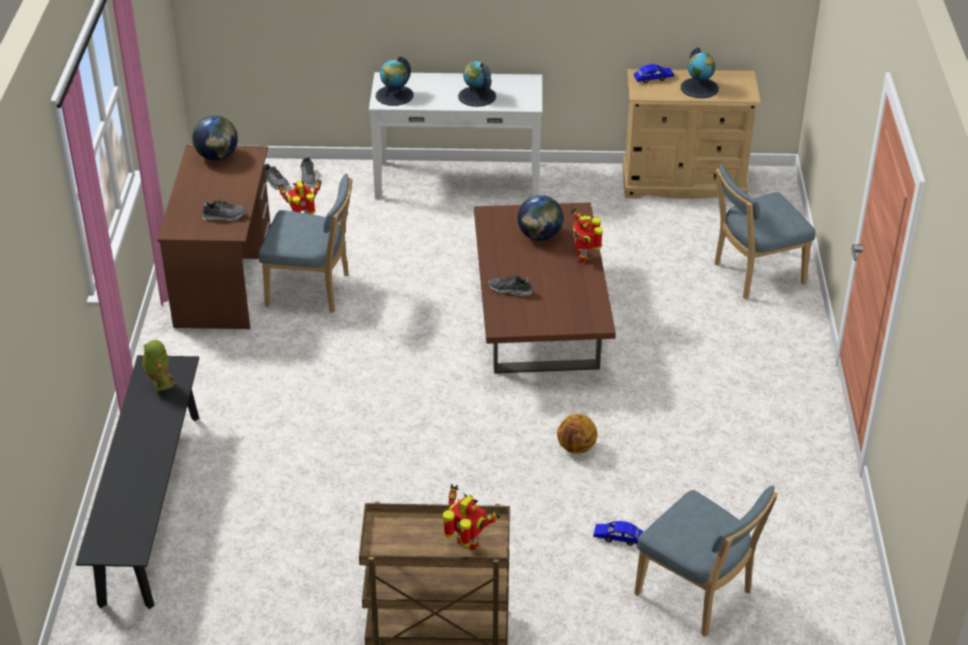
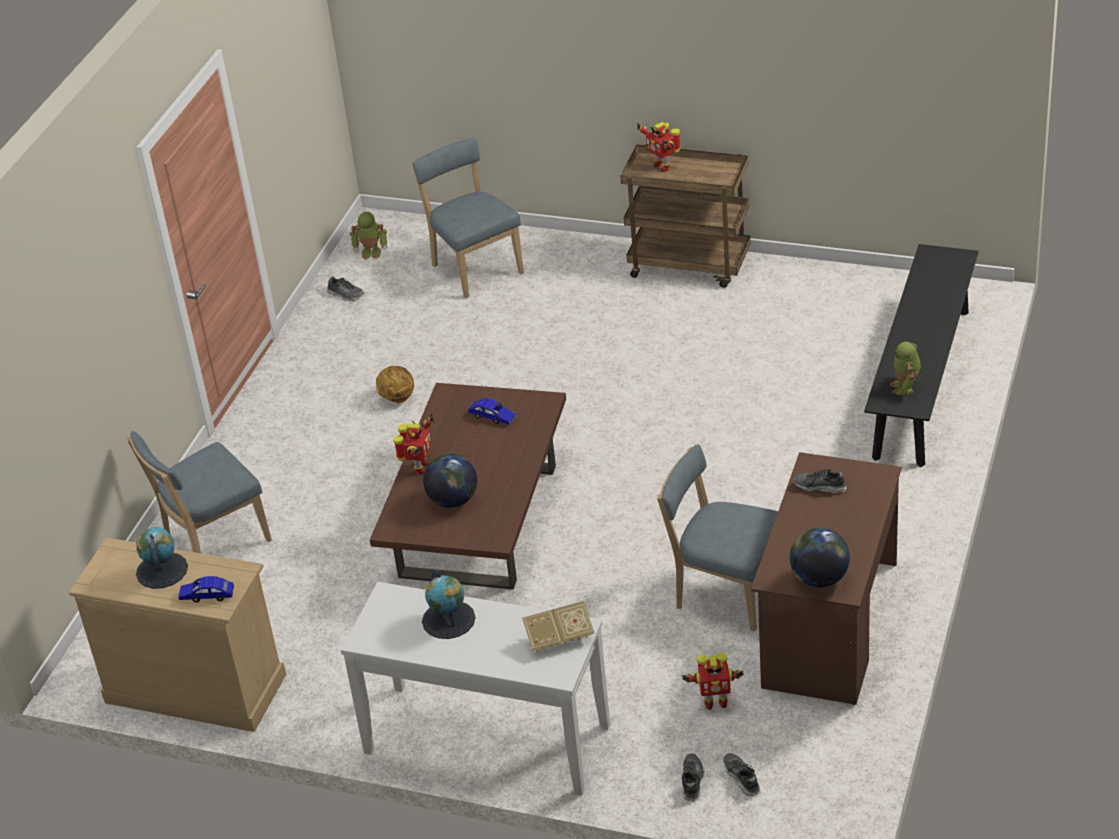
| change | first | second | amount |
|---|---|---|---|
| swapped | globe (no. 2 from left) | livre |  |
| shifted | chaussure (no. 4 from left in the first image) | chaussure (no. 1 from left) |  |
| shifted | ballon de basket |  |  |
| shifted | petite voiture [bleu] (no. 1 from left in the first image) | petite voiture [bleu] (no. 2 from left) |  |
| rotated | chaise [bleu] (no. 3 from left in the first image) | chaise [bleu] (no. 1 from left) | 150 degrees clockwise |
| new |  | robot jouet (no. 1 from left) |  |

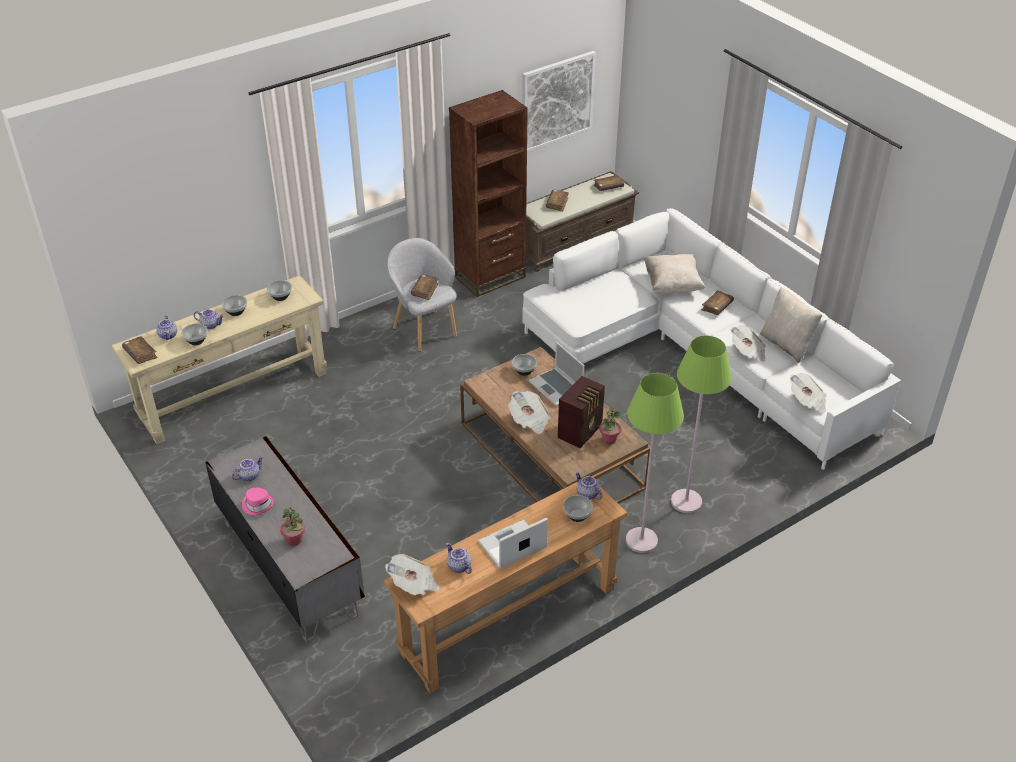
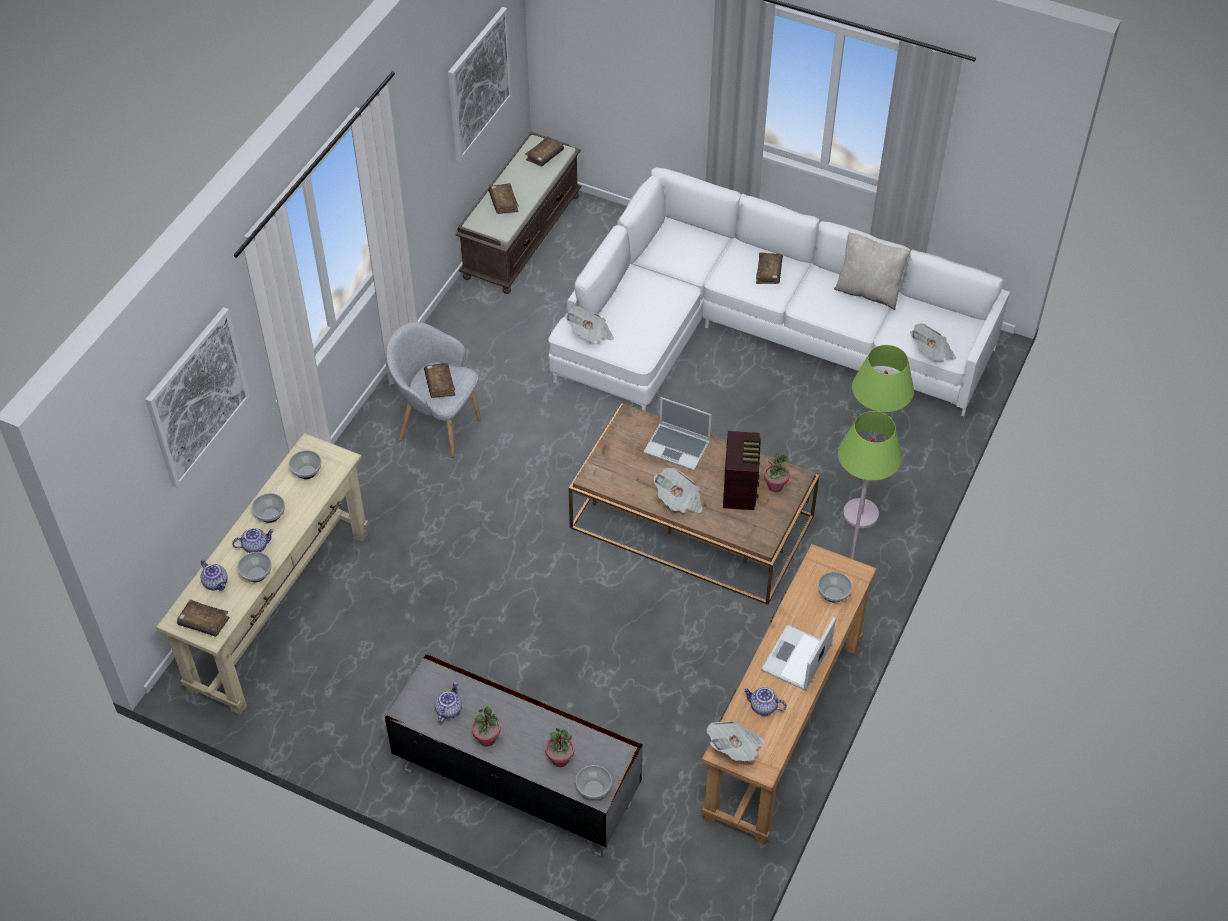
| change | first | second | amount |
|---|---|---|---|
| swapped | chapeau [rose] | plante en pot (no. 1 from left) |  |
| gone | bibliothèque [marron] |  |  |
| shifted | bol (no. 4 from left) |  |  |
| gone | théière (no. 5 from left) |  |  |
| gone | coussin [beige] (no. 1 from left) |  |  |
| shifted | journal (no. 3 from left in the first image) | journal (no. 1 from left) |  |
| new |  | tableau (no. 1 from left) |  |

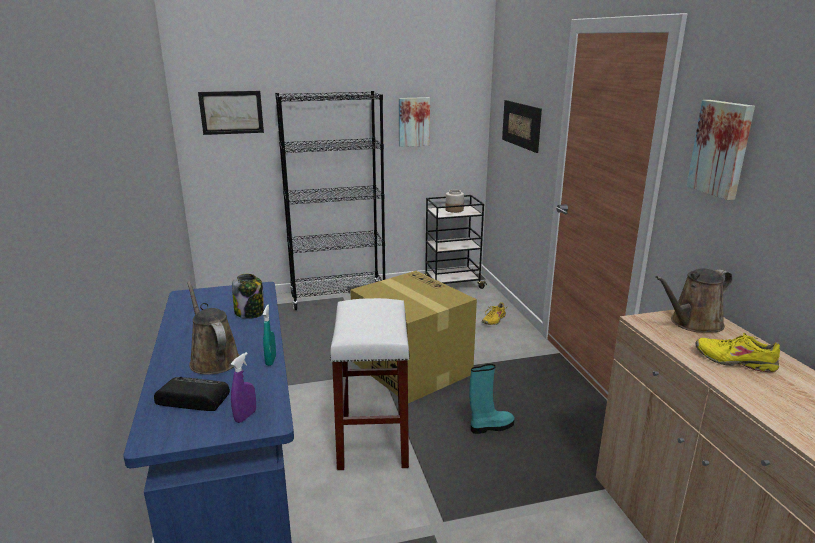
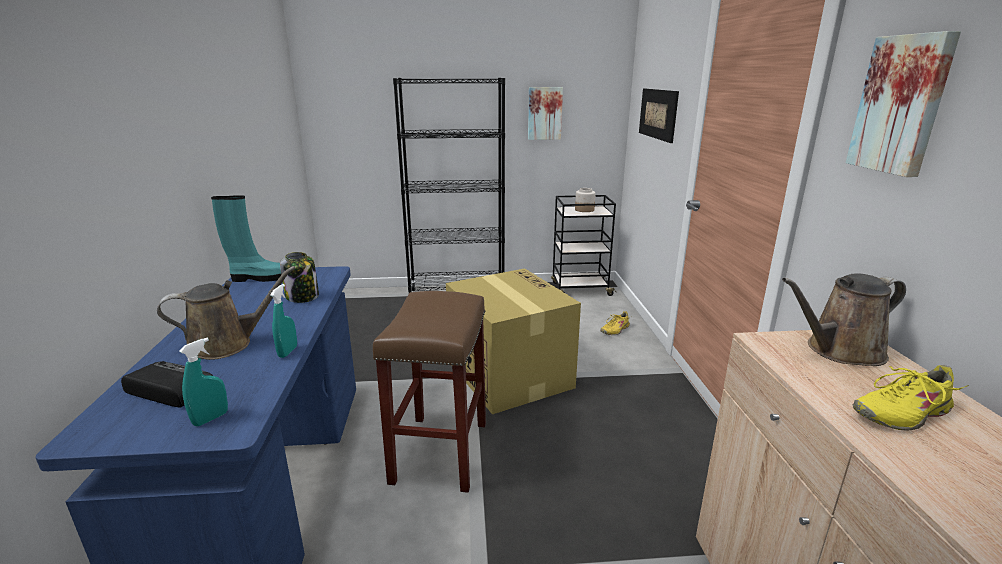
| change | first | second | amount |
|---|---|---|---|
| rotated | arrosoir [marron] (no. 1 from left) |  | 90 degrees clockwise |
| gone | tableau (no. 1 from left) |  |  |
| repainted | vaporisateur [violet] | vaporisateur [turquoise] (no. 1 from left) |  |
| repainted | tabouret [blanc] | tabouret [marron] |  |
| shifted | botte [turquoise] |  |  |
| rotated | chaussure [jaune] (no. 2 from left) |  | 60 degrees counterclockwise |

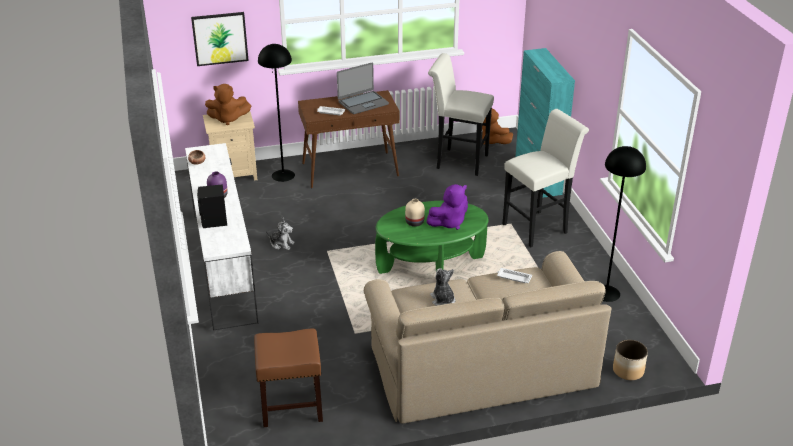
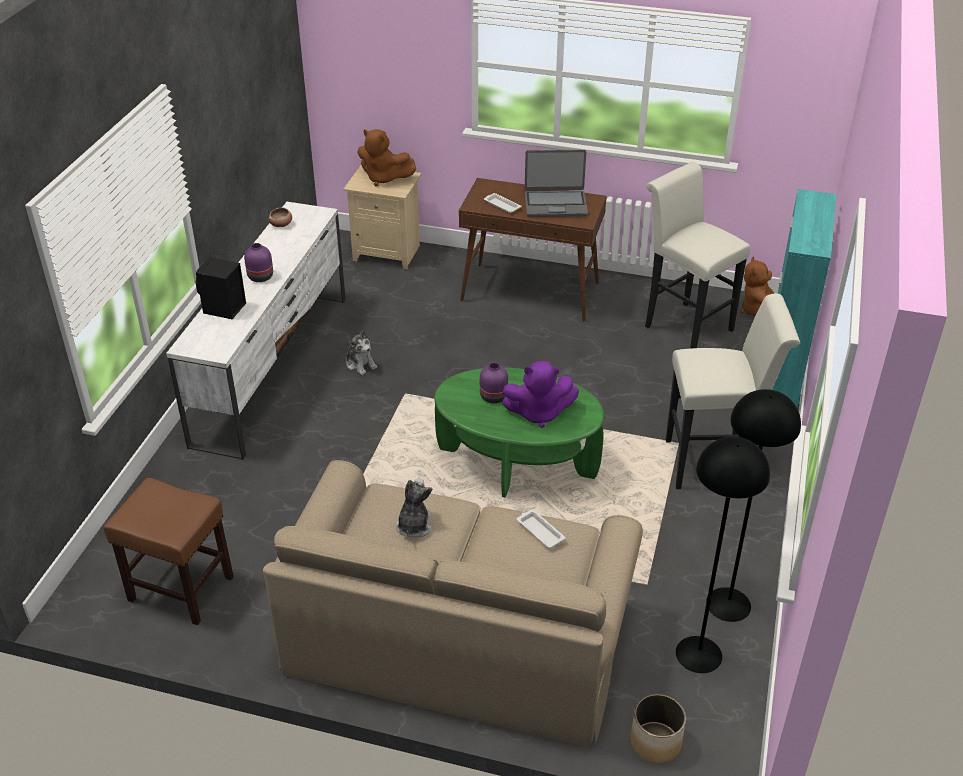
| change | first | second | amount |
|---|---|---|---|
| gone | tableau |  |  |
| shifted | lampadaire [noir] (no. 1 from left) |  |  |
| repainted | vase [beige] | vase [violet] (no. 2 from left) |  |

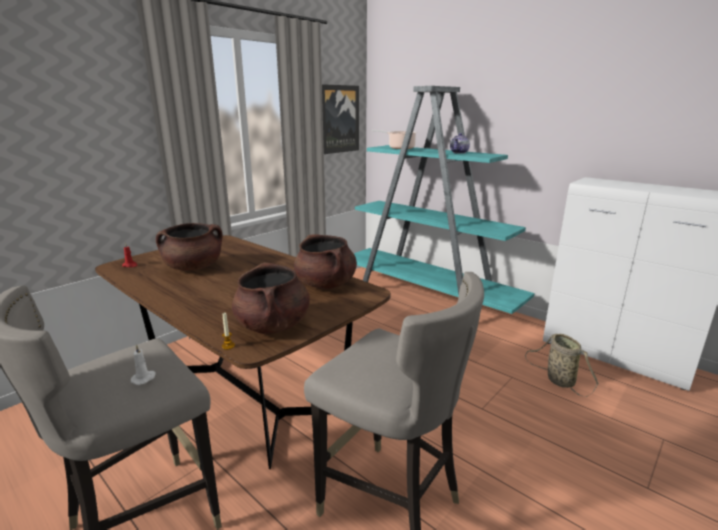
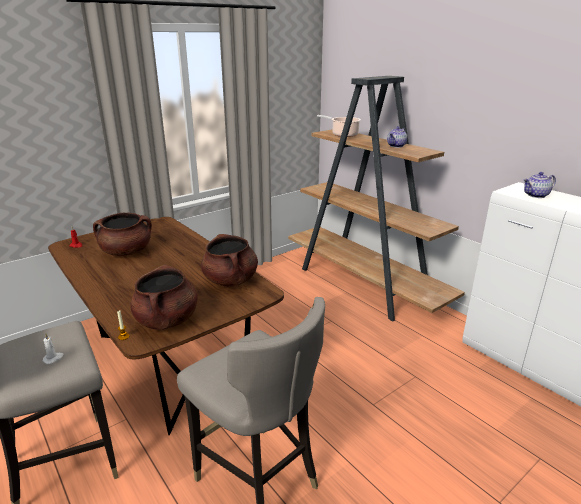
| change | first | second | amount |
|---|---|---|---|
| gone | tableau |  |  |
| repainted | bibliothèque [turquoise] | bibliothèque [marron] |  |
| gone | panier |  |  |
| new |  | théière (no. 2 from left) |  |

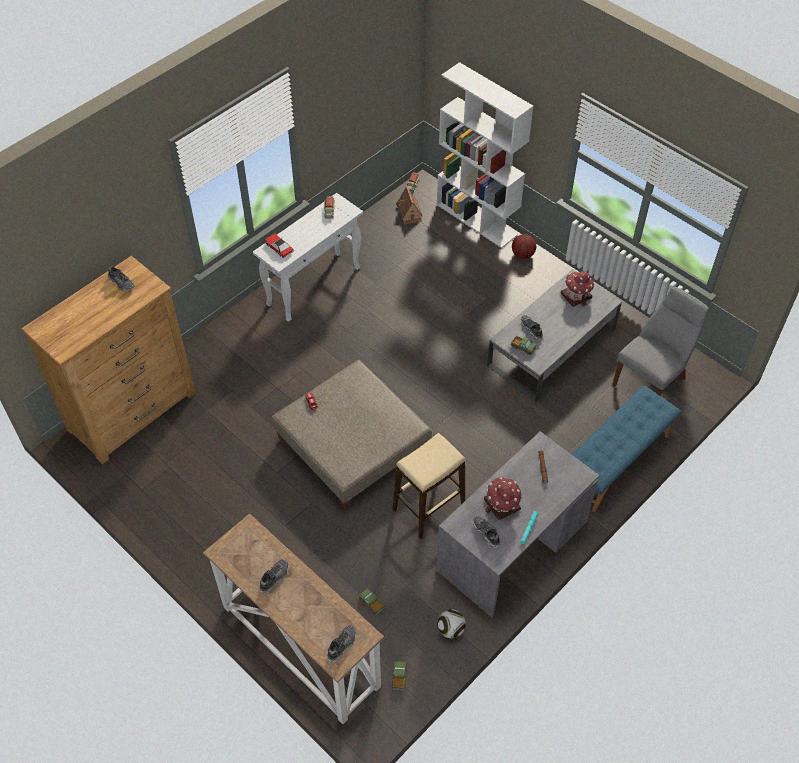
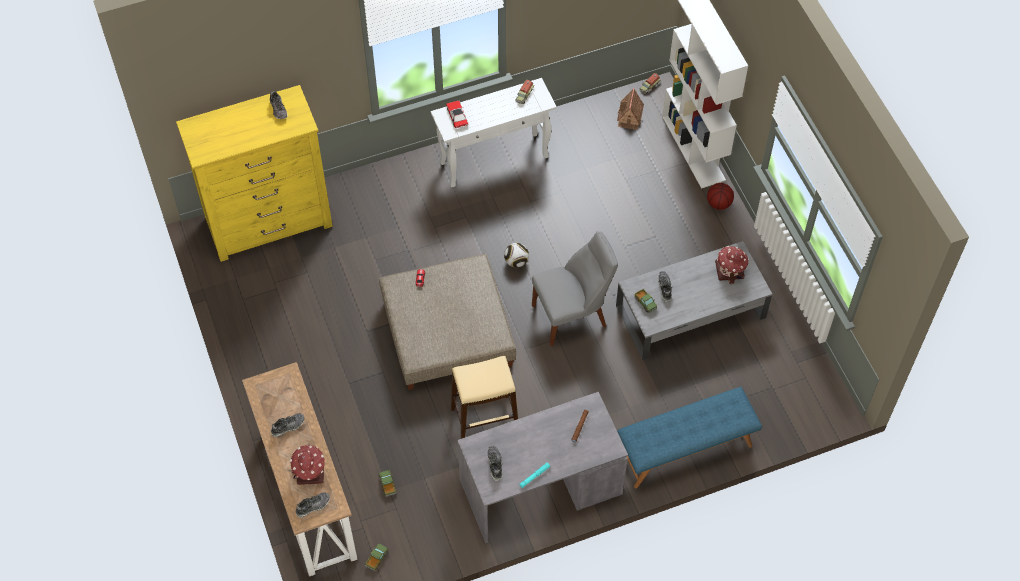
| change | first | second | amount |
|---|---|---|---|
| repainted | commode [marron] | commode [jaune] |  |
| shifted | ballon de foot |  |  |
| shifted | maison miniature (no. 2 from left in the first image) | maison miniature (no. 1 from left) |  |
| shifted | chaise [gris] |  |  |

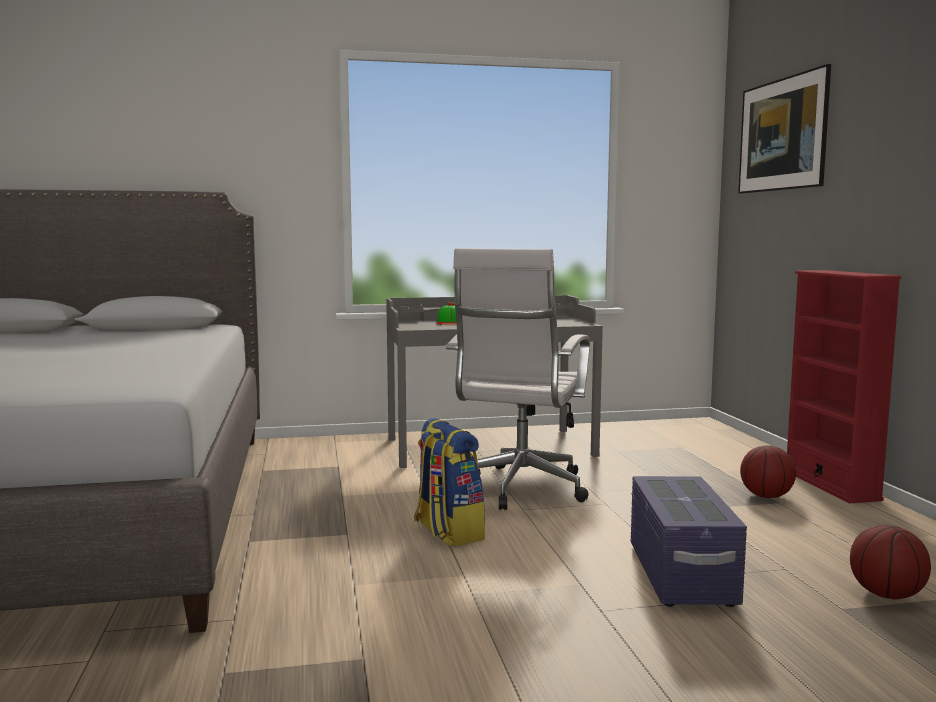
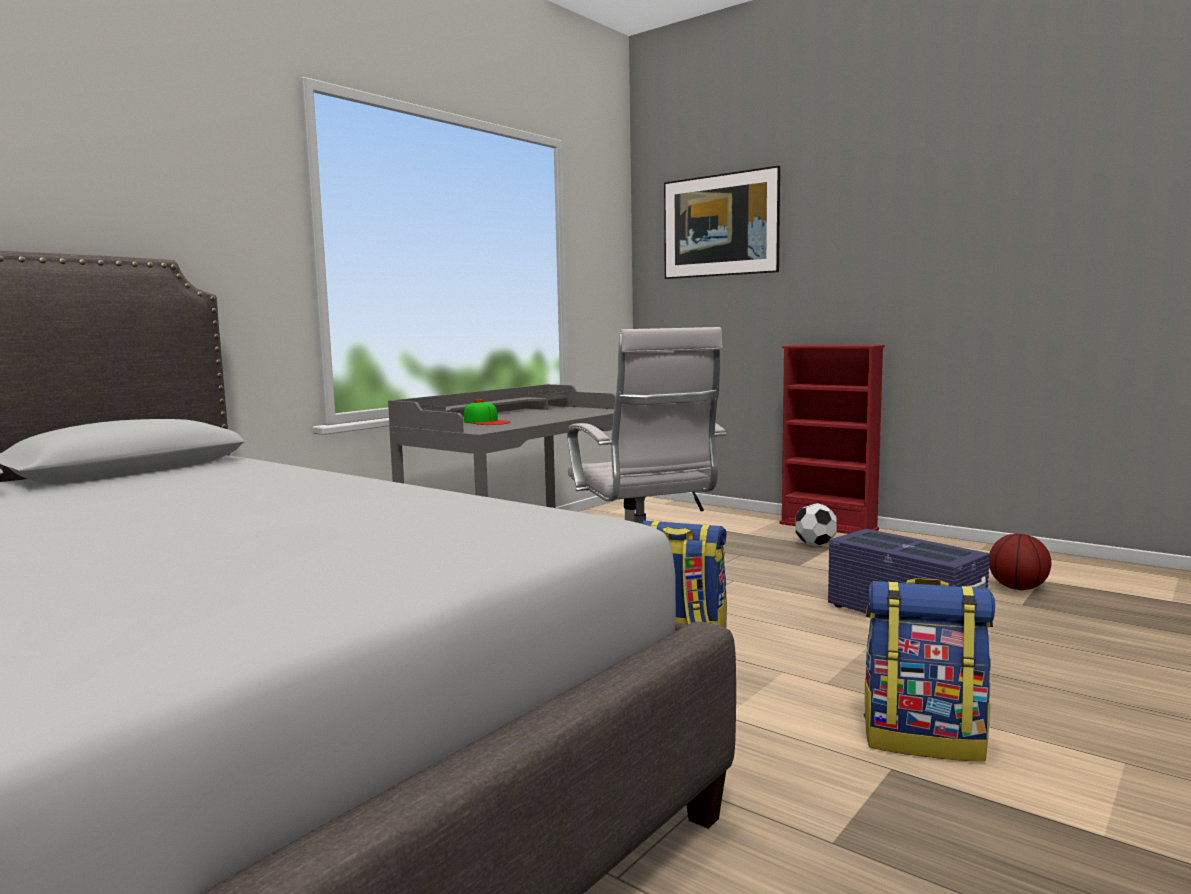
| change | first | second | amount |
|---|---|---|---|
| swapped | ballon de basket (no. 1 from left) | ballon de foot |  |
| new |  | sac à dos (no. 2 from left) |  |

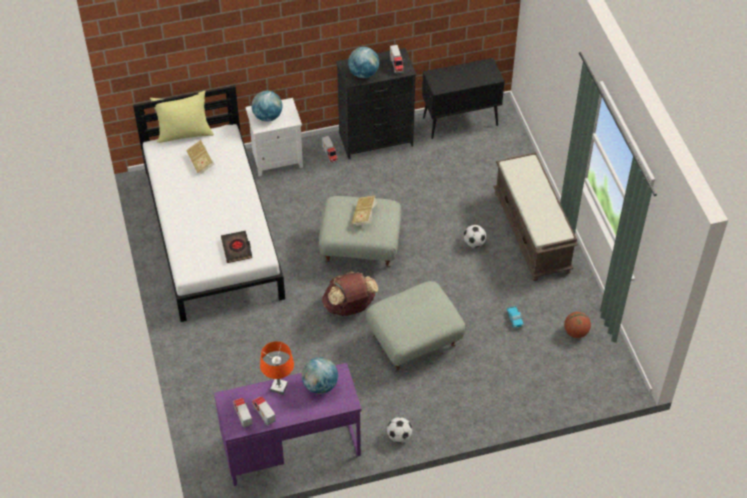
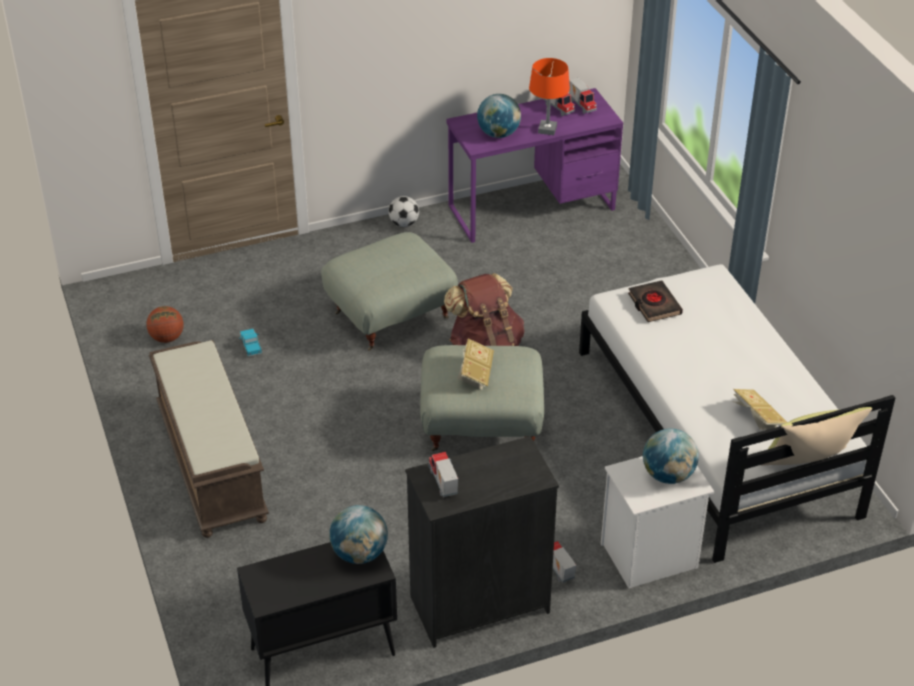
| change | first | second | amount |
|---|---|---|---|
| shifted | globe (no. 3 from left in the first image) | globe (no. 1 from left) |  |
| gone | ballon de foot (no. 2 from left) |  |  |

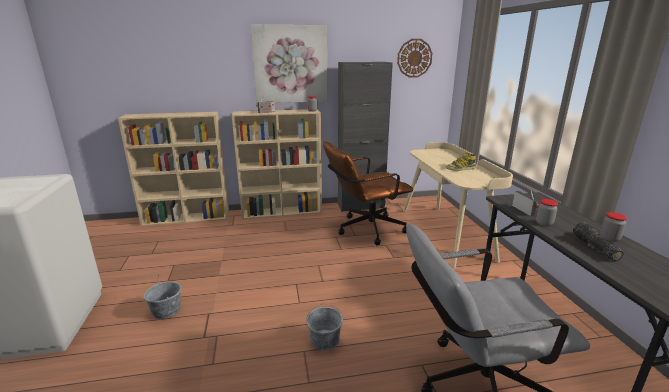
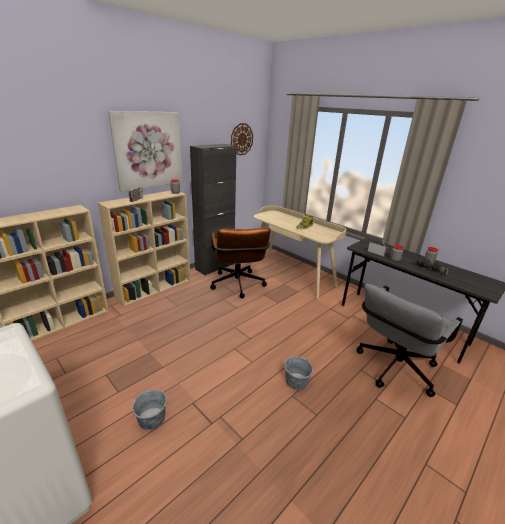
| change | first | second | amount |
|---|---|---|---|
| rotated | chaise de bureau [marron] |  | 45 degrees counterclockwise |

